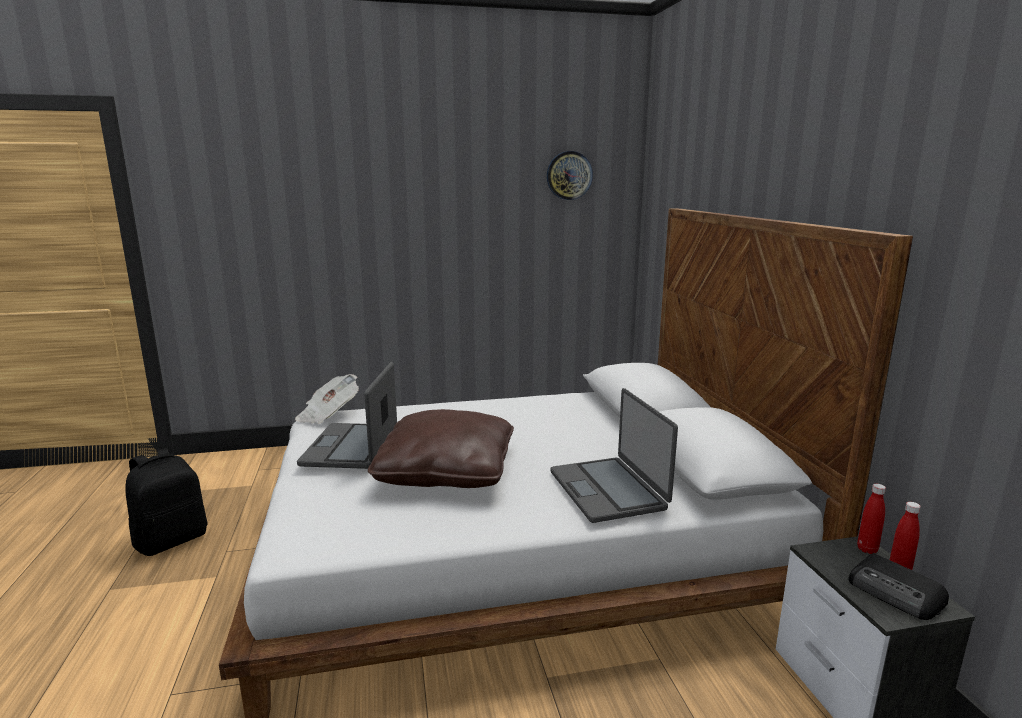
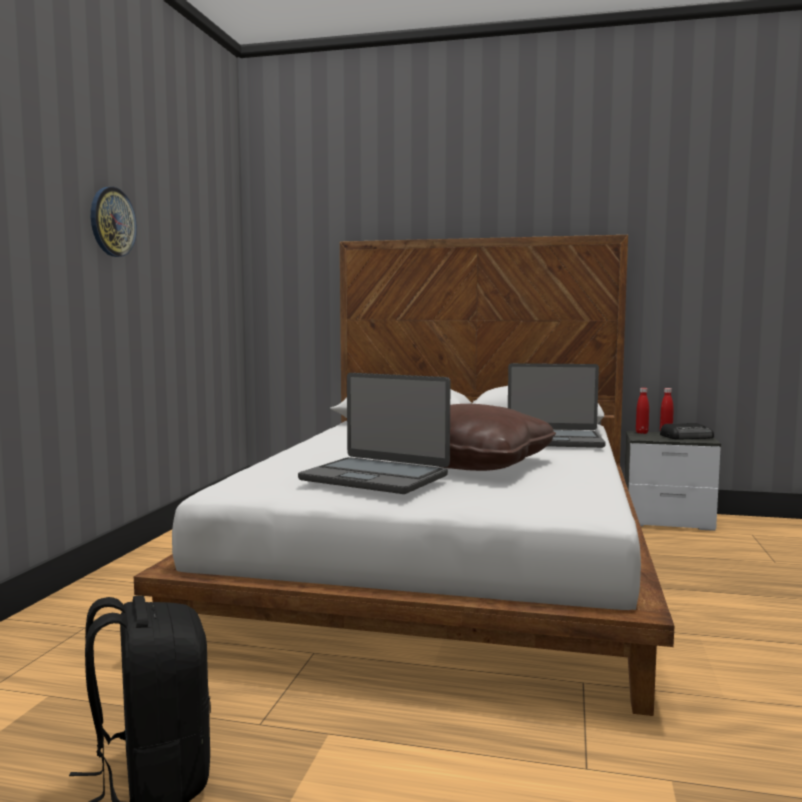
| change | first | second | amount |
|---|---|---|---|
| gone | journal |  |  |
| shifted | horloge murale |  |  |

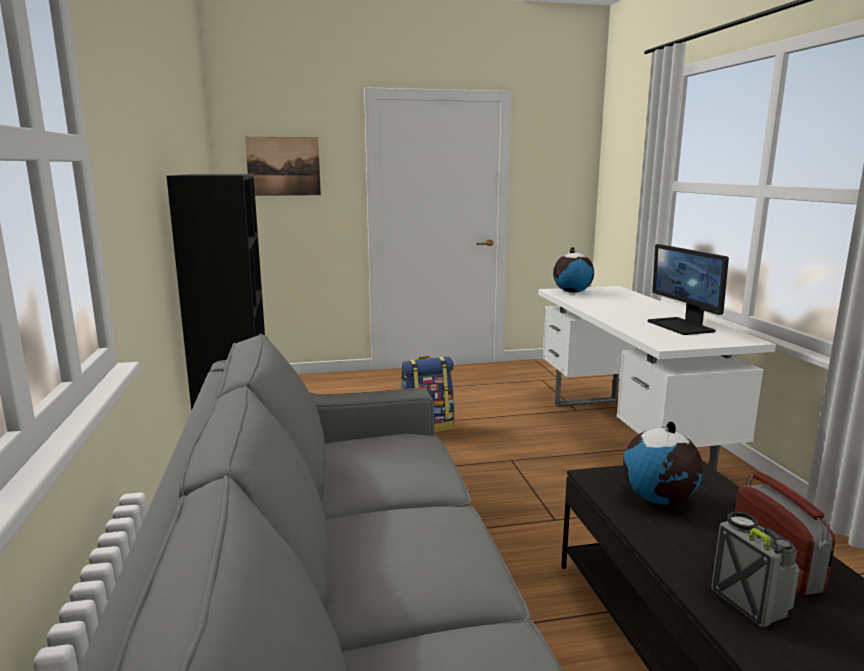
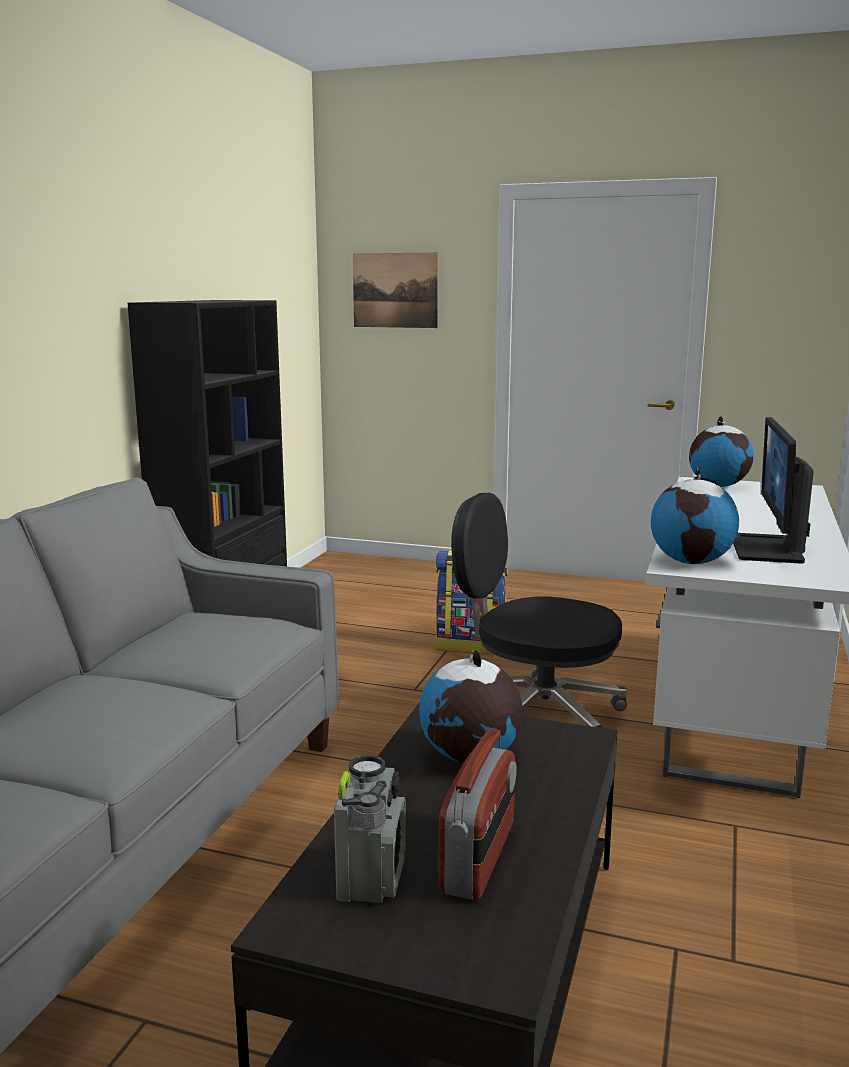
| change | first | second | amount |
|---|---|---|---|
| new |  | chaise de bureau [noir] |  |
| new |  | globe (no. 2 from left) |  |

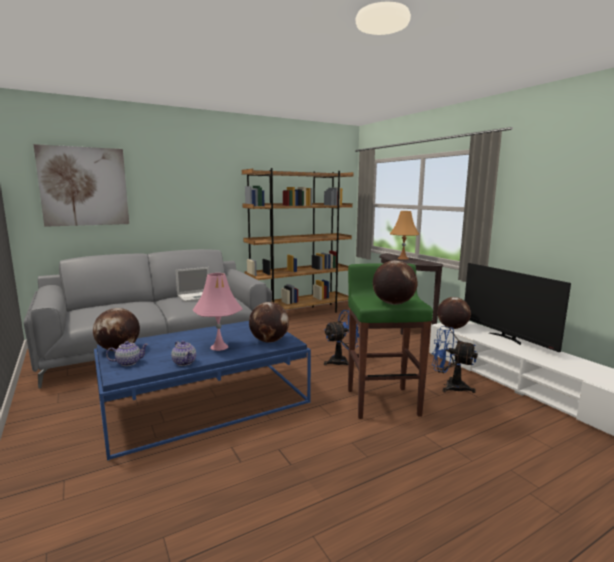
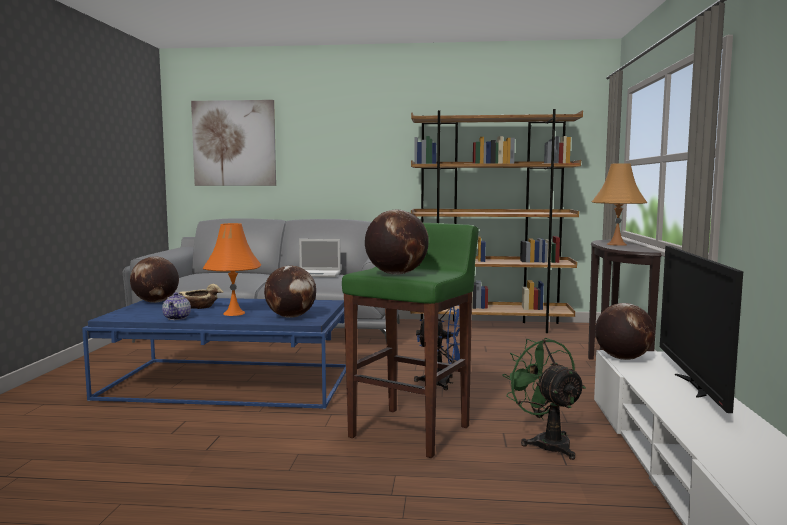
| change | first | second | amount |
|---|---|---|---|
| gone | théière (no. 1 from left) |  |  |
| repainted | lampe de table [rose] | lampe de table [orange] (no. 1 from left) |  |
| repainted | ventilateur [bleu] (no. 2 from left) | ventilateur [vert] |  |
| new |  | bol [beige] |  |

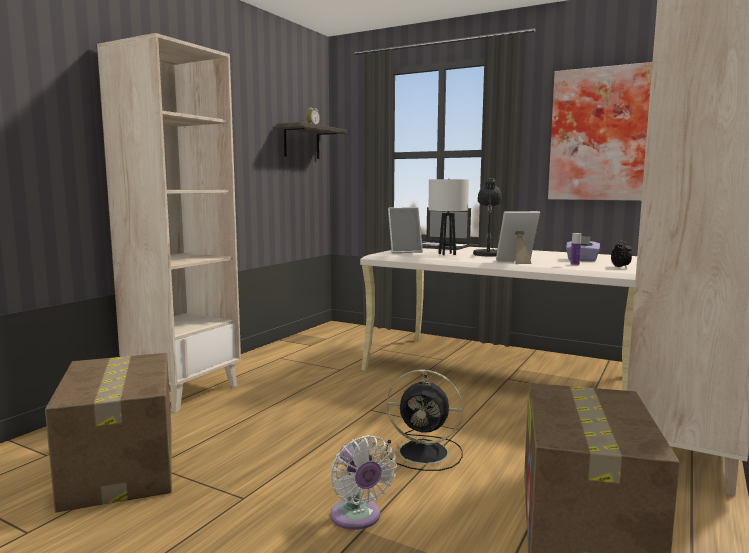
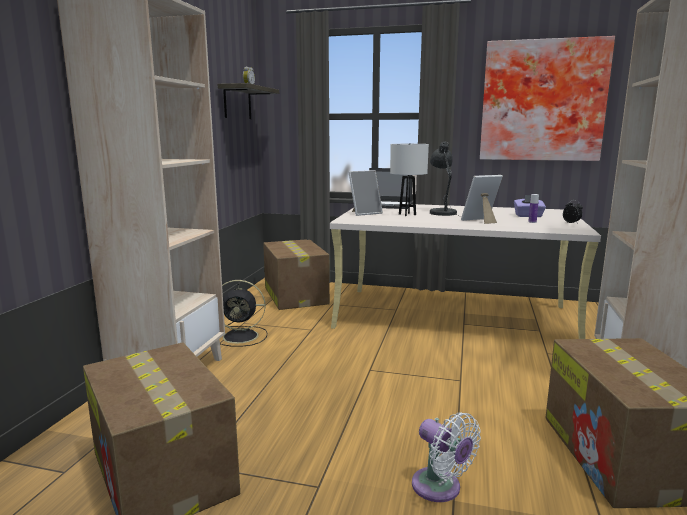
| change | first | second | amount |
|---|---|---|---|
| shifted | ventilateur [noir] |  |  |
| new |  | carton (no. 2 from left) |  |

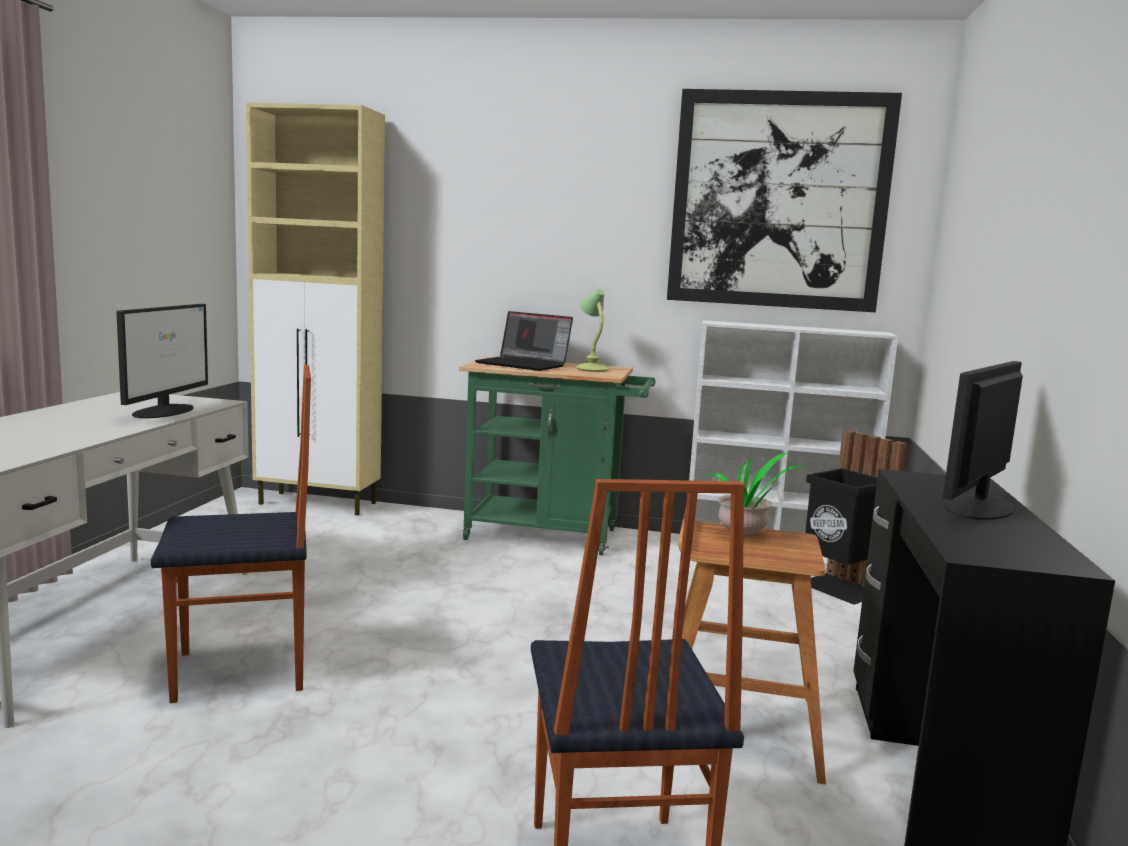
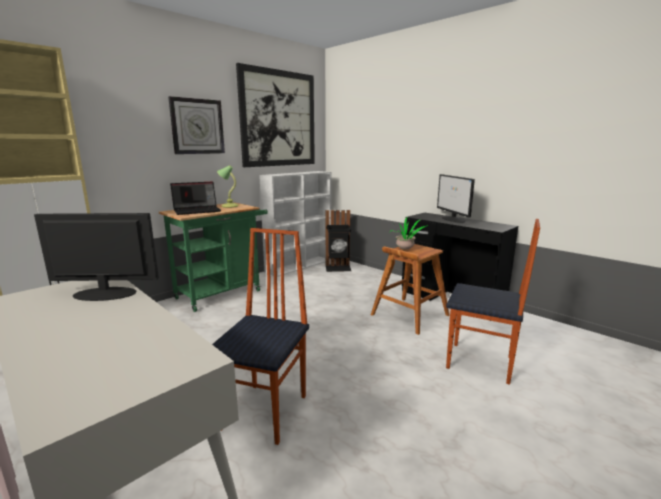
| change | first | second | amount |
|---|---|---|---|
| rotated | écran d'ordinateur (no. 1 from left) |  | 45 degrees counterclockwise |
| new |  | horloge murale |  |

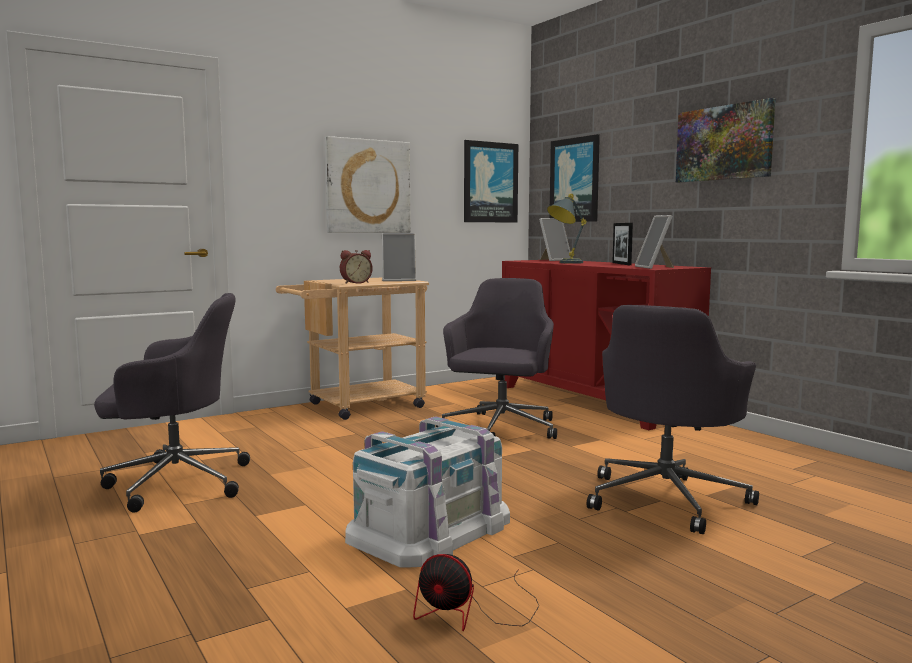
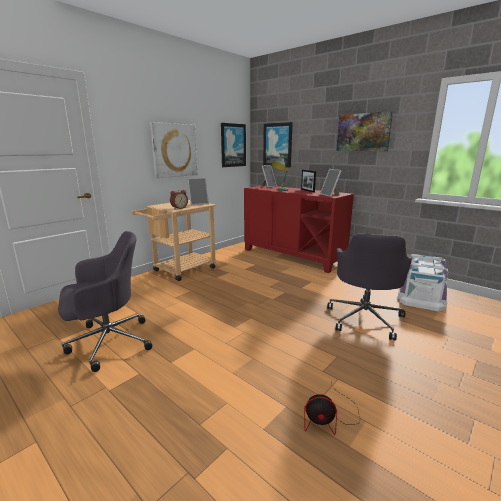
| change | first | second | amount |
|---|---|---|---|
| shifted | boîte de rangement [blanc] |  |  |
| gone | chaise de bureau [gris] (no. 2 from left) |  |  |

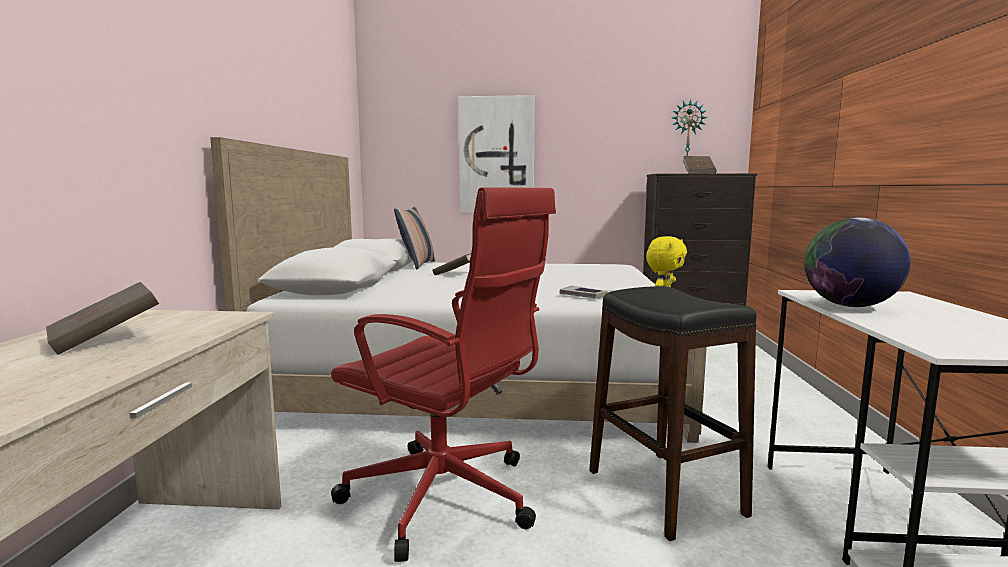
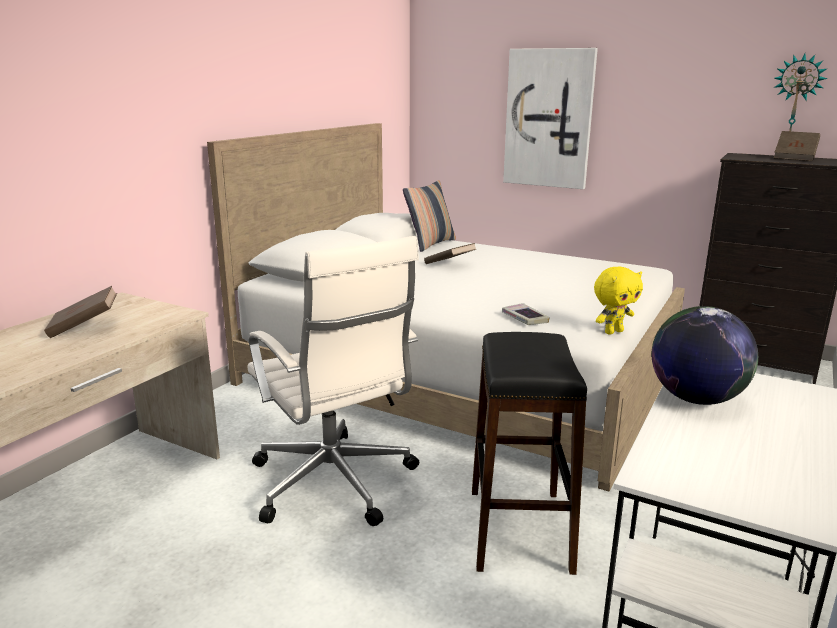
| change | first | second | amount |
|---|---|---|---|
| repainted | chaise de bureau [rouge] | chaise de bureau [blanc] |  |

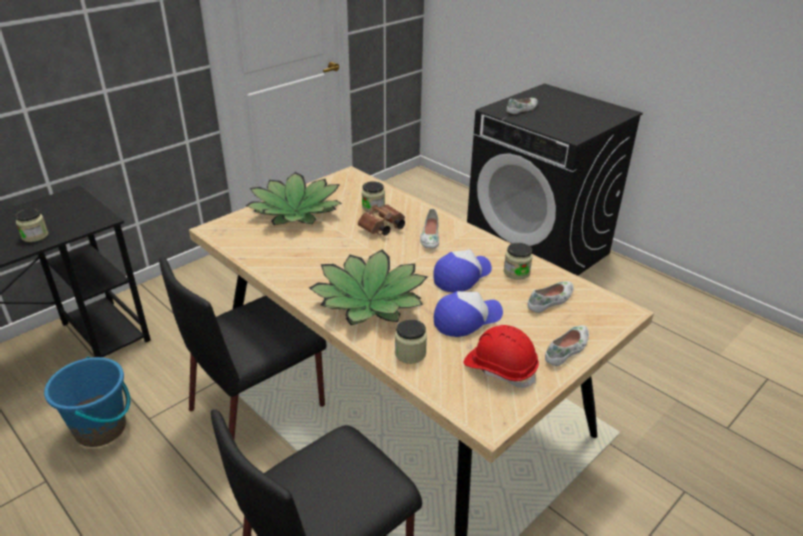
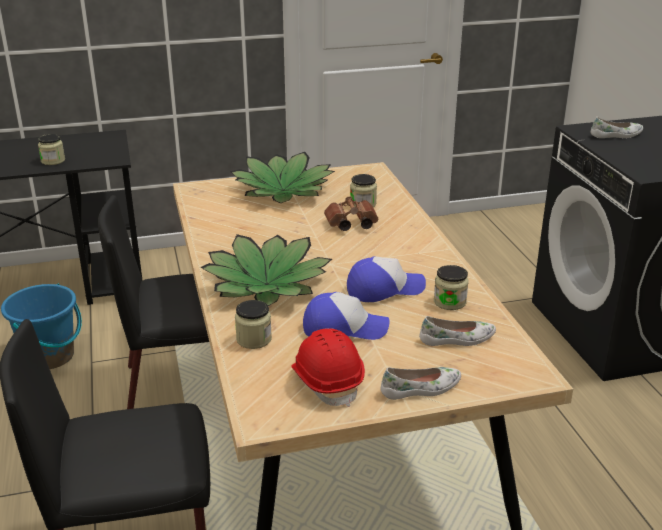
| change | first | second | amount |
|---|---|---|---|
| gone | chaussure [blanc] (no. 1 from left) |  |  |

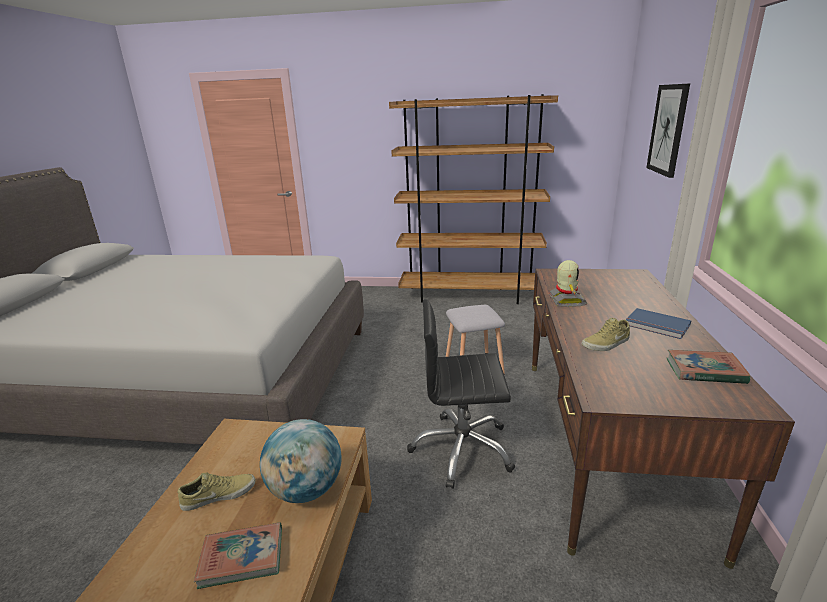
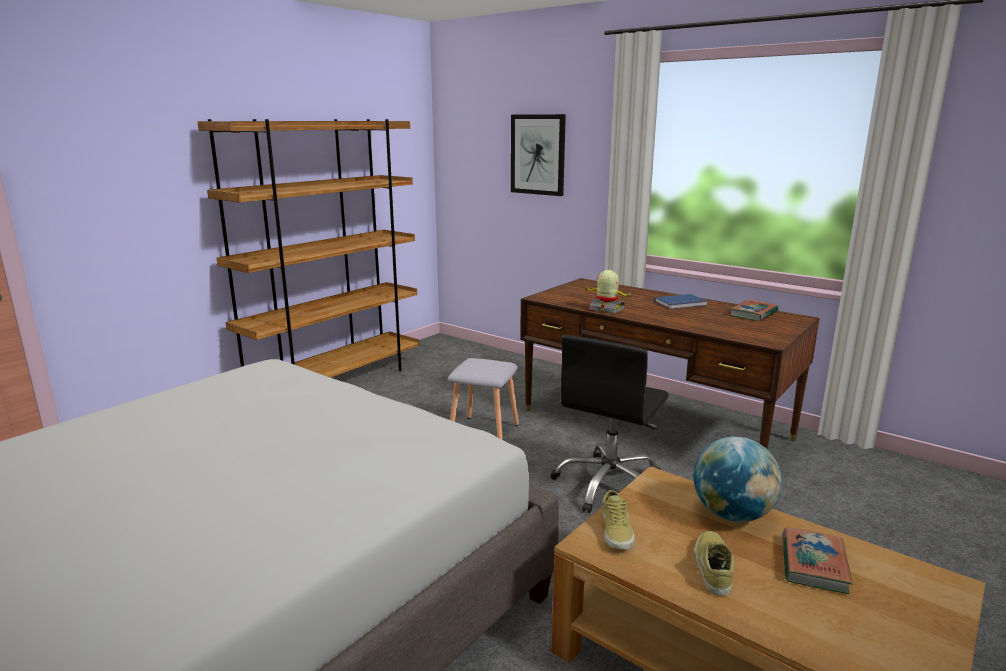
| change | first | second | amount |
|---|---|---|---|
| shifted | chaussure [beige] (no. 2 from left in the first image) | chaussure [beige] (no. 1 from left) |  |

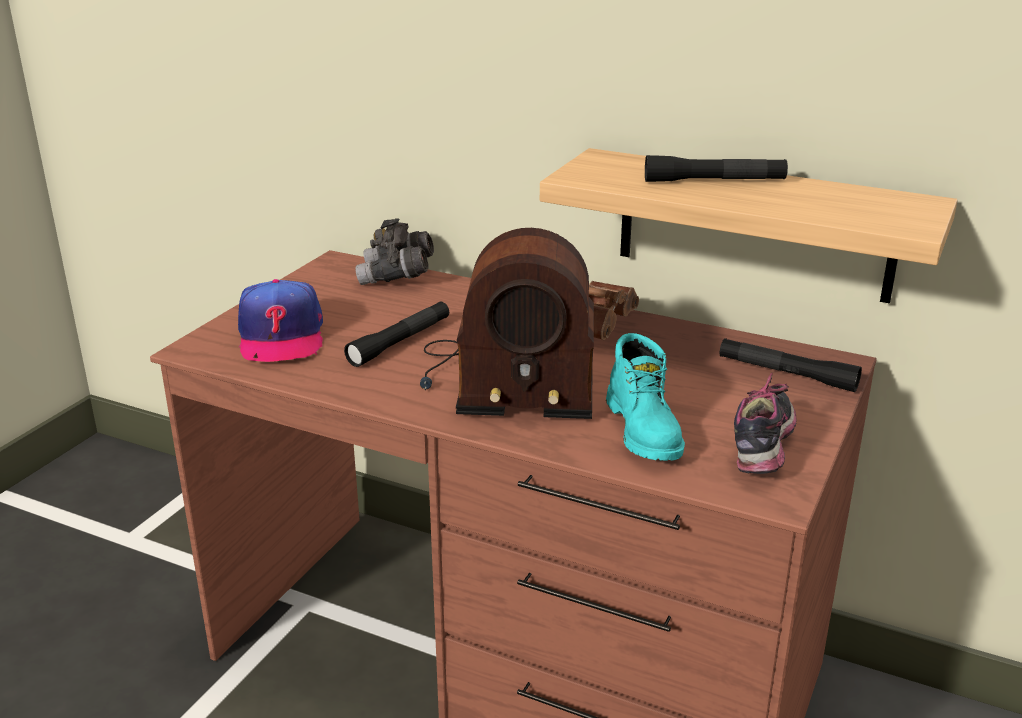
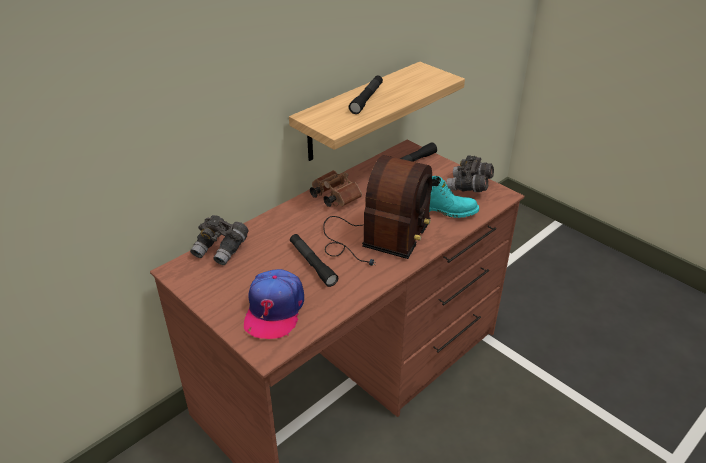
| change | first | second | amount |
|---|---|---|---|
| rotated | casquette |  | 90 degrees clockwise |
| swapped | chaussure | jumelles [gris] (no. 2 from left) |  |

